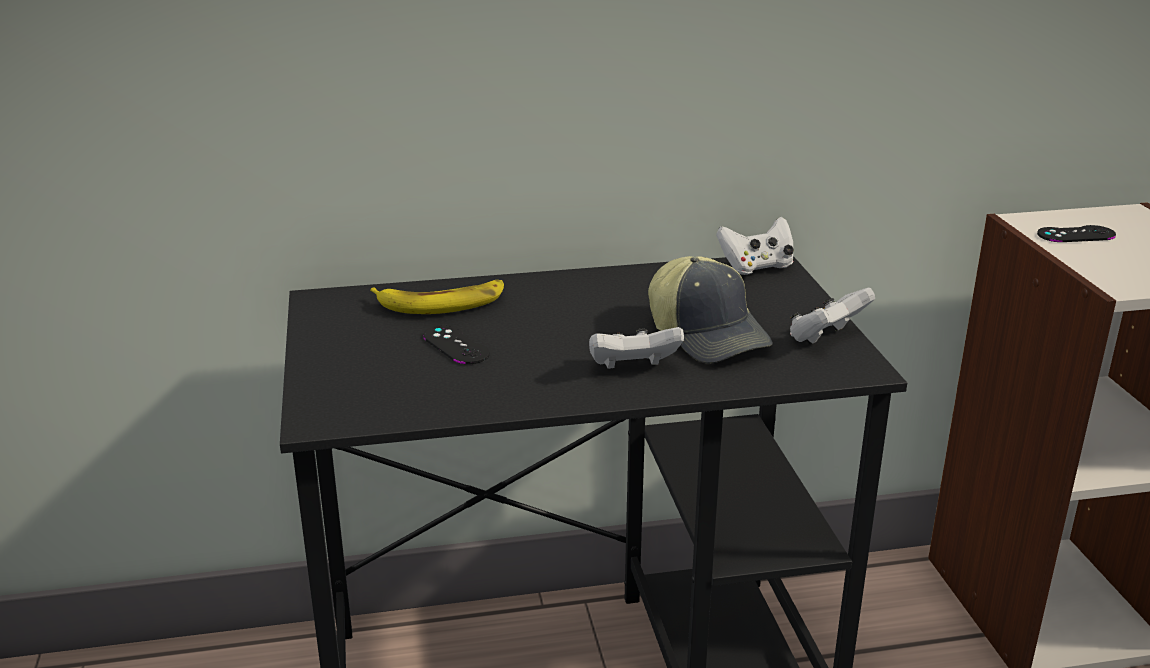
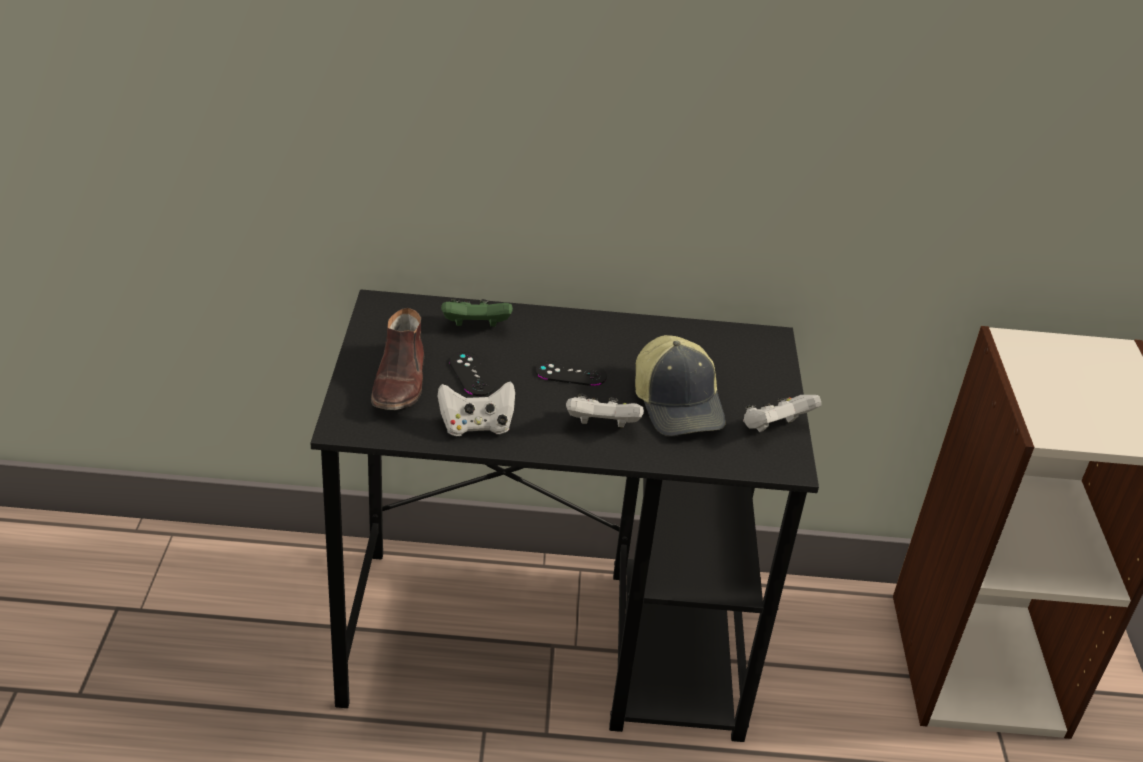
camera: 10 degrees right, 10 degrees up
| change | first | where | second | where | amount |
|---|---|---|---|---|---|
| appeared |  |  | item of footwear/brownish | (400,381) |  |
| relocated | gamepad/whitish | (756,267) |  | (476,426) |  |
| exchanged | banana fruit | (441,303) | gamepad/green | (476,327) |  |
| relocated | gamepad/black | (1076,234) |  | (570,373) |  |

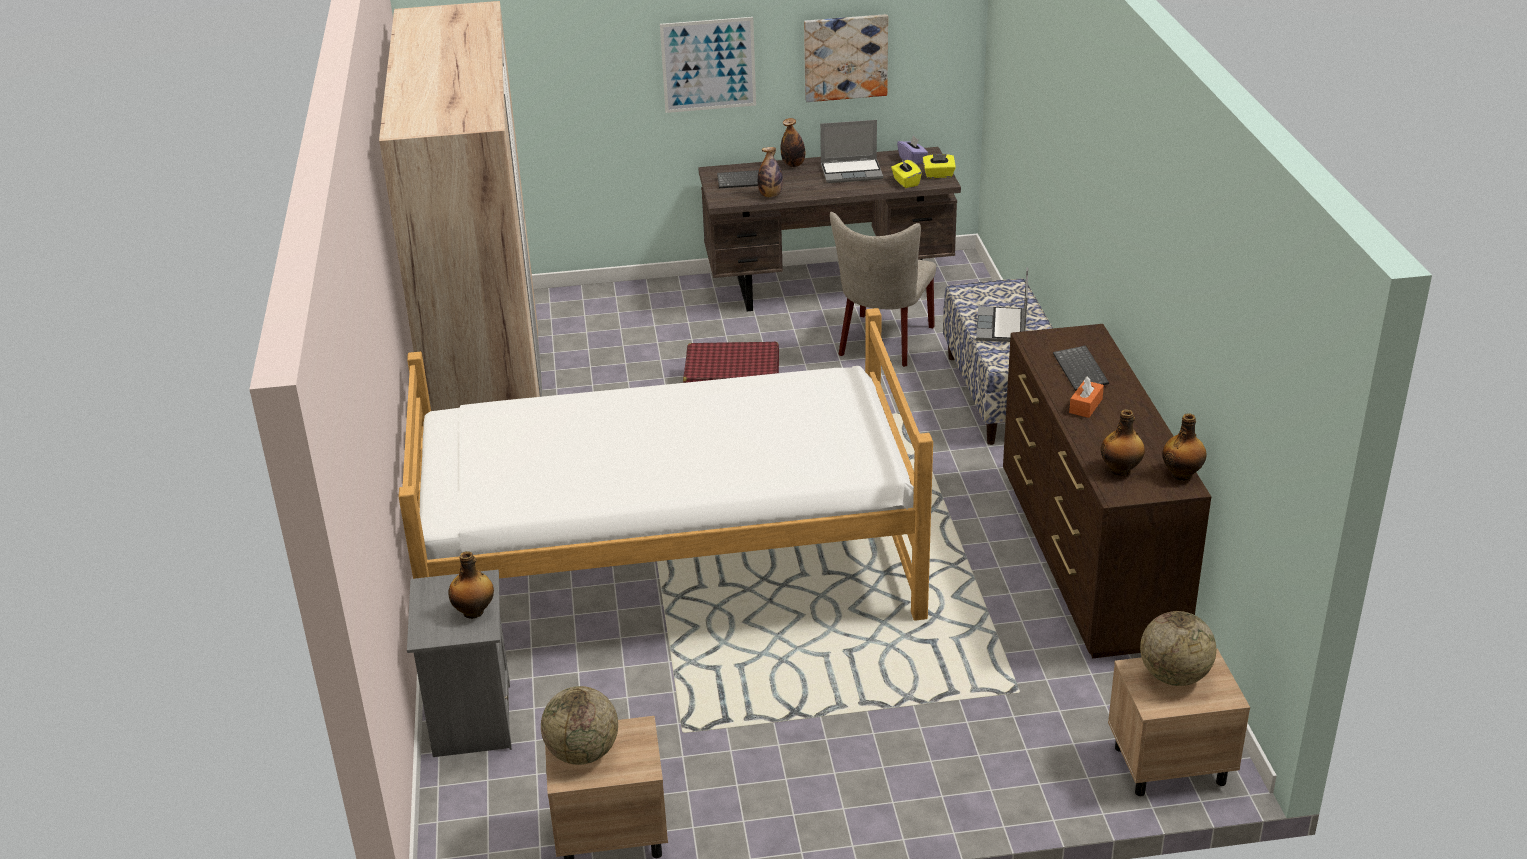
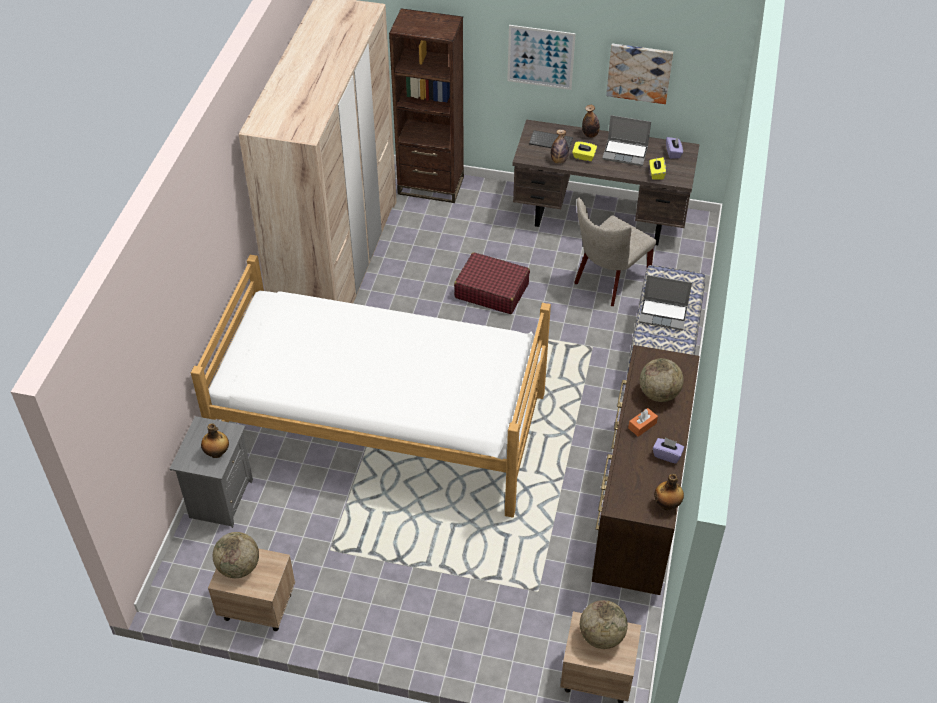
camera: 20 degrees right, 15 degrees up
| change | first | where | second | where | amount |
|---|---|---|---|---|---|
| appeared |  |  | shelving unit/brownish | (430,186) |  |
| relocated | tissue box/yellow | (938,175) |  | (583,157) |  |
| spun | laptop | (1002,327) |  | (663,314) | 105 degrees counterclockwise |
| exchanged | keyboard | (1082,370) | desk globe | (659,394) |  |
| appeared |  |  | tissue box/purple-coloured | (667,455) |  |
| missing | drink bottle | (1121,470) |  |  |  |

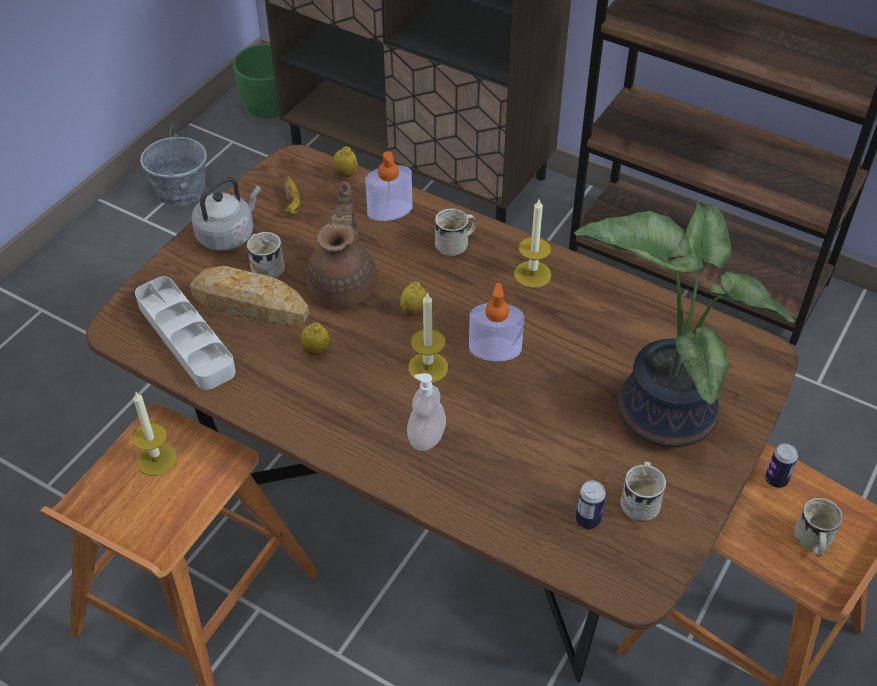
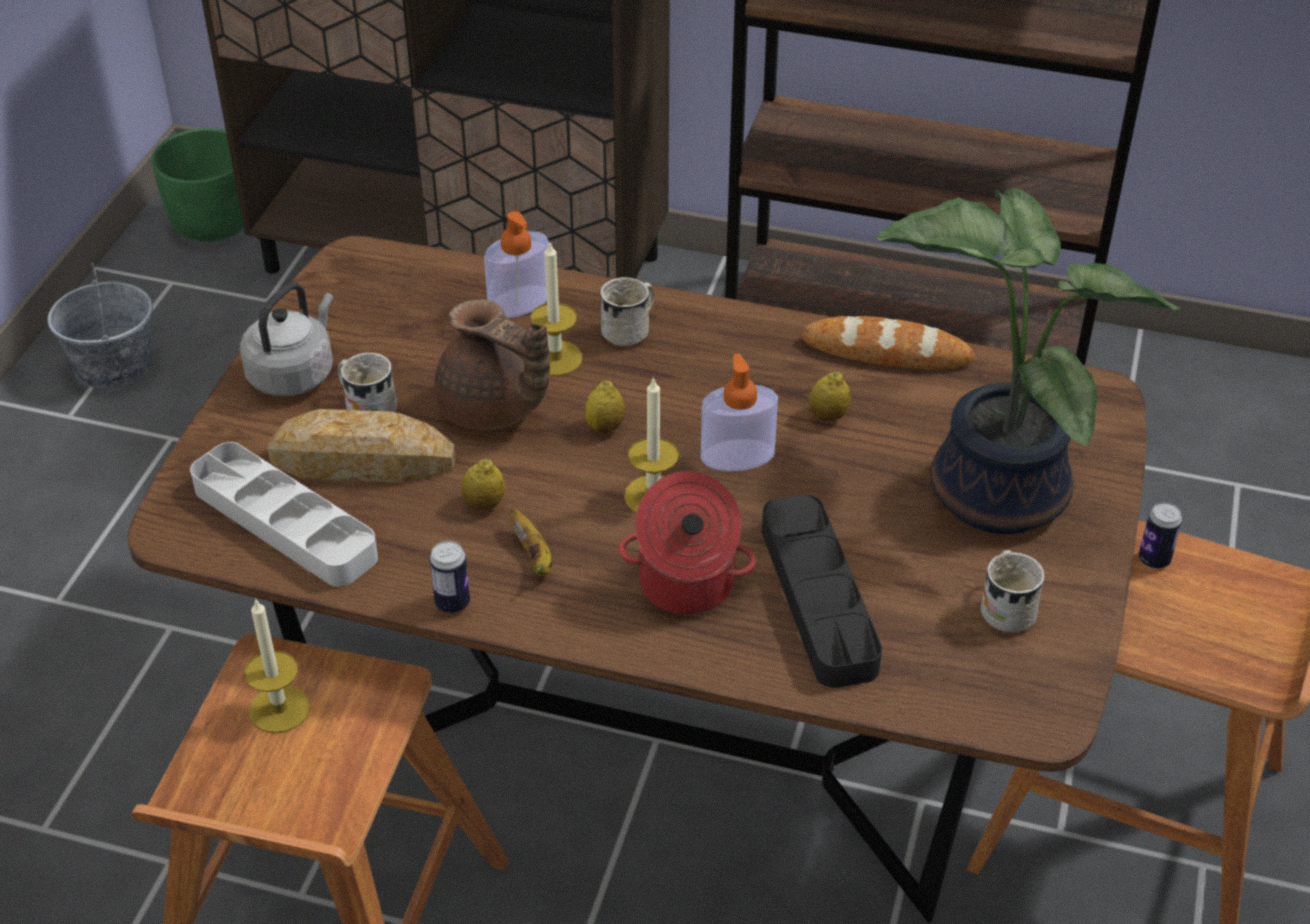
camera: 15 degrees left, 5 degrees down
| change | first | where | second | where | amount |
|---|---|---|---|---|---|
| relocated | metal can | (587,520) |  | (452,603) |  |
| spun | tea pot/brownish | (344,285) |  | (492,410) | 135 degrees clockwise |
| relocated | banana fruit | (292,204) |  | (534,557) |  |
| relocated | candle | (532,274) |  | (555,358) |  |
| exchanged | soap bottle | (426,437) | saucepot | (686,586) |  |
| appeared |  |  | tray/black | (818,597) |  |
| appeared |  |  | baked bread | (886,351) |  |
| relocated | citrus fruit | (345,174) |  | (828,416) |  |
| missing | tea mug/whitish | (812,542) |  |  |  |

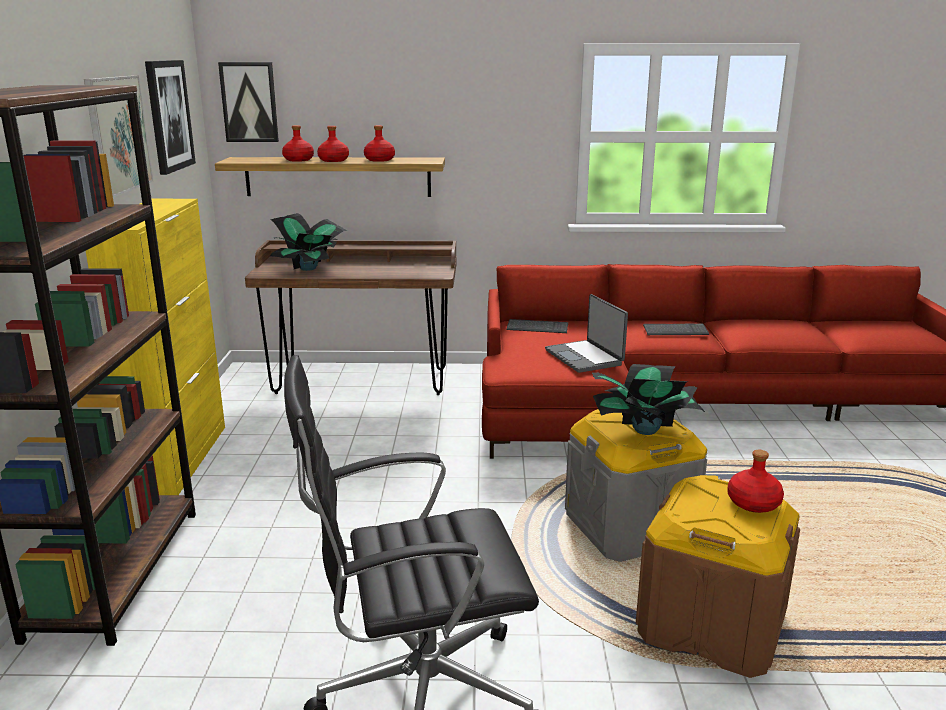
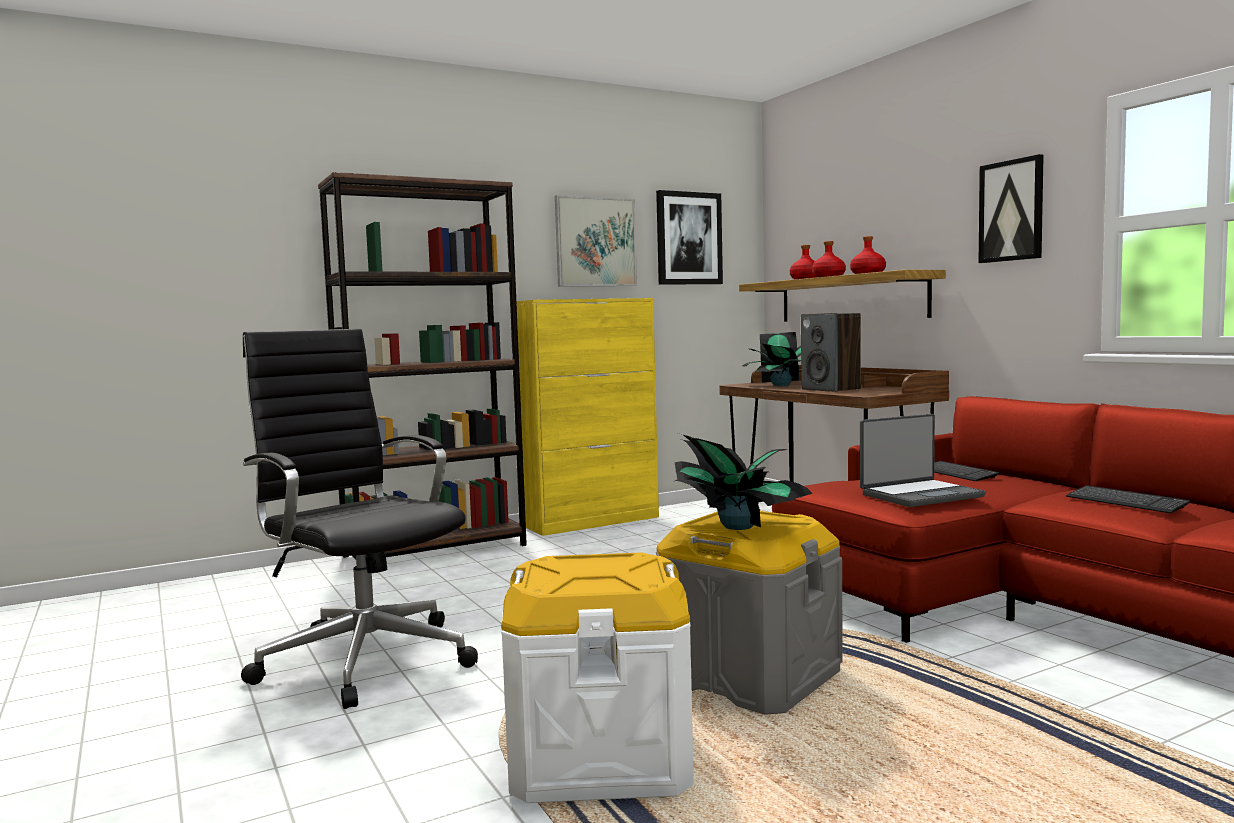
camera: 60 degrees right, 15 degrees down
| change | first | where | second | where | amount |
|---|---|---|---|---|---|
| colour | storage container/brownish | (711,624) | storage container/whitish | (600,756) |  |
| appeared |  |  | audio speaker | (831,389) |  |
| spun | laptop | (585,357) |  | (920,495) | 150 degrees counterclockwise |
| relocated | wall picture | (249,102) |  | (1011,211) |  |
| missing | drink bottle/reddish | (753,503) |  |  |  |

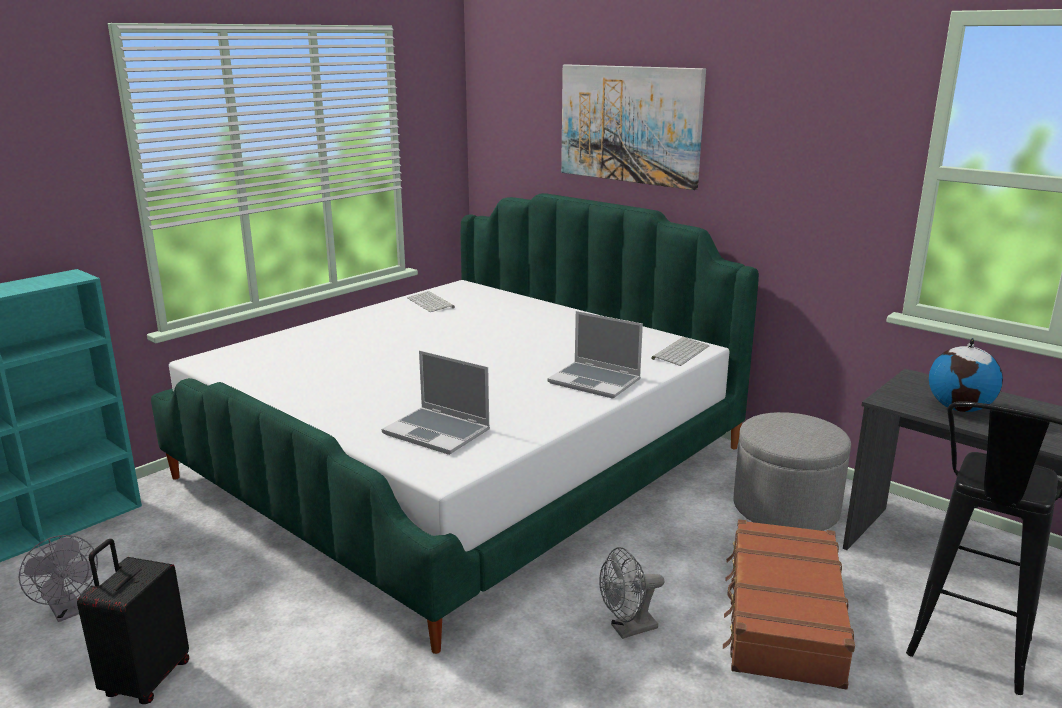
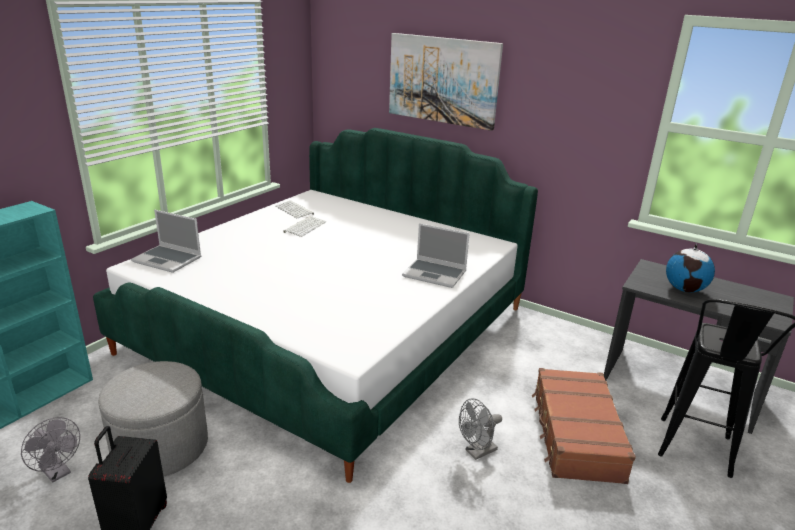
camera: 10 degrees left, 5 degrees up
| change | first | where | second | where | amount |
|---|---|---|---|---|---|
| relocated | pouffe/grey | (785,508) |  | (161,447) |  |
| relocated | laptop | (438,432) |  | (168,260) |  |
| relocated | keyboard | (680,352) |  | (305,226) |  |

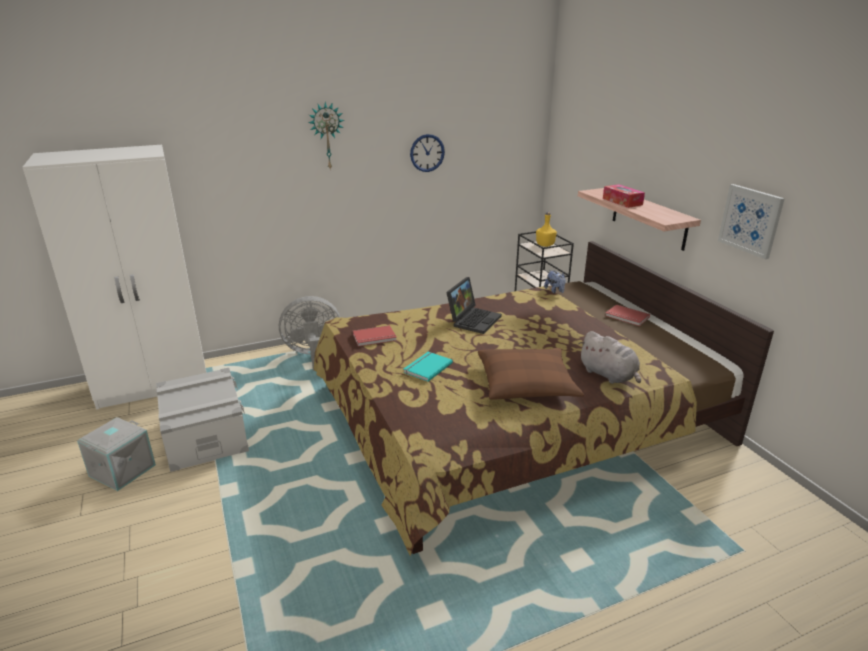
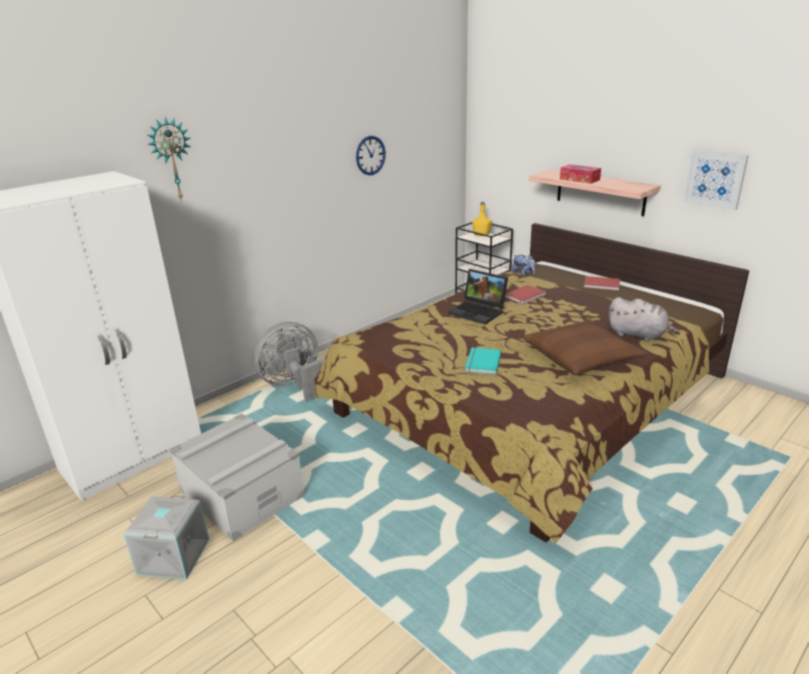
camera: 20 degrees left, 0 degrees up
| change | first | where | second | where | amount |
|---|---|---|---|---|---|
| relocated | hanging clock | (327,136) |  | (171,159) |  |
| spun | laptop | (473,319) |  | (479,311) | 120 degrees clockwise |
| relocated | book/reddish | (375,338) |  | (526,296) |  |

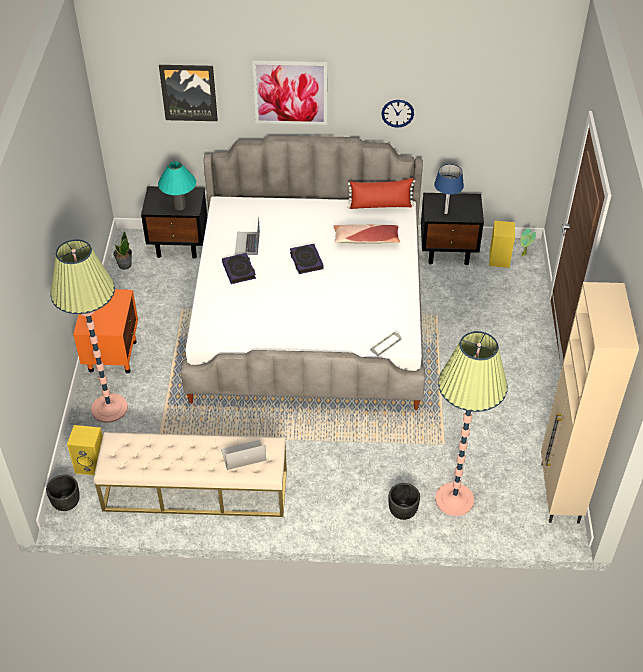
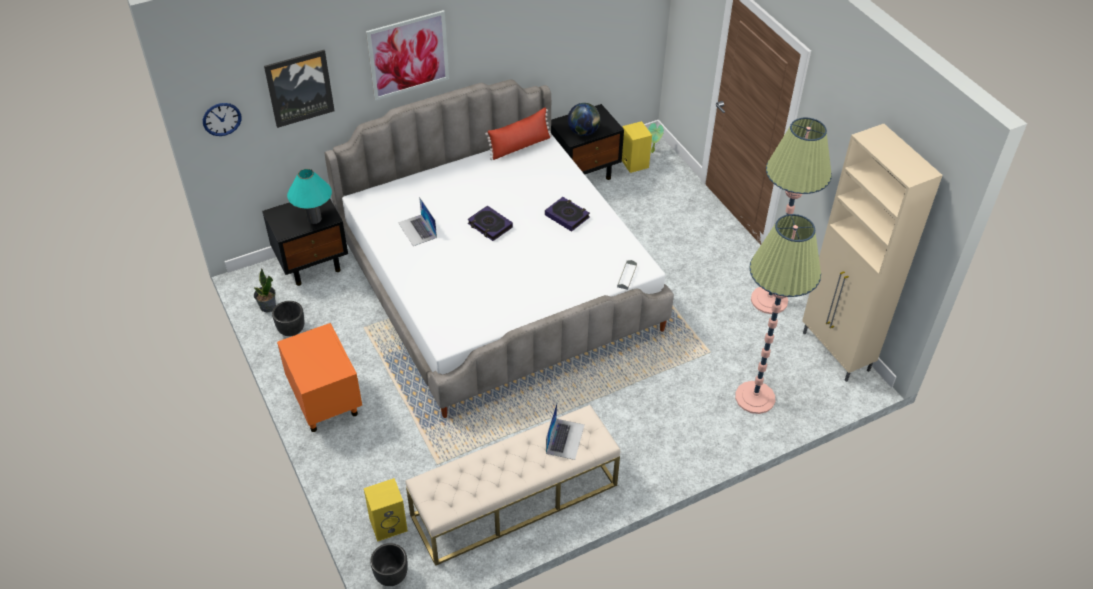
camera: 30 degrees left, 0 degrees up
| change | first | where | second | where | amount |
|---|---|---|---|---|---|
| relocated | hanging clock | (397,113) |  | (222,119) |  |
| relocated | flower pot/black | (402,512) |  | (291,330) |  |
| relocated | book | (239,270) |  | (567,216) |  |
| spun | laptop | (243,455) |  | (565,438) | 150 degrees clockwise |
| exchanged | tabletop lamp/blue | (446,212) | desk globe | (583,132) |  |
| relocated | floor lamp | (109,408) |  | (769,300) |  |
| missing | pillow | (366,239) |  |  |  |

